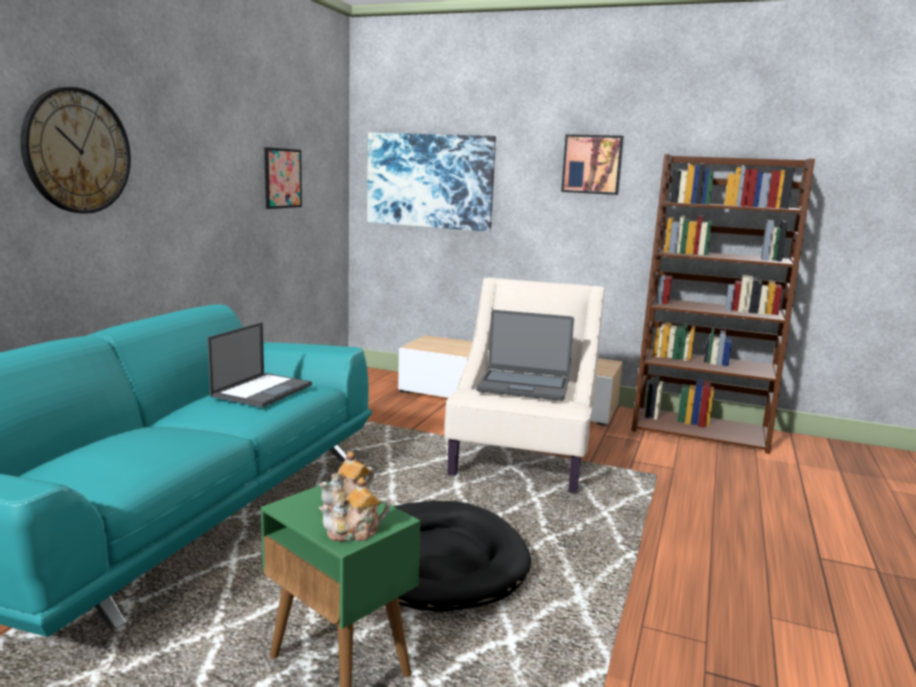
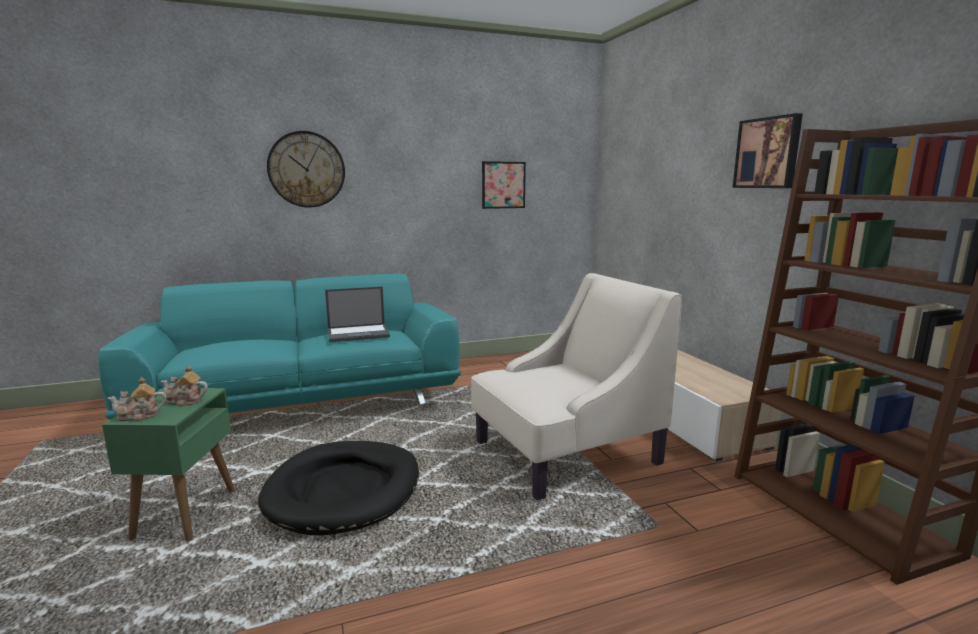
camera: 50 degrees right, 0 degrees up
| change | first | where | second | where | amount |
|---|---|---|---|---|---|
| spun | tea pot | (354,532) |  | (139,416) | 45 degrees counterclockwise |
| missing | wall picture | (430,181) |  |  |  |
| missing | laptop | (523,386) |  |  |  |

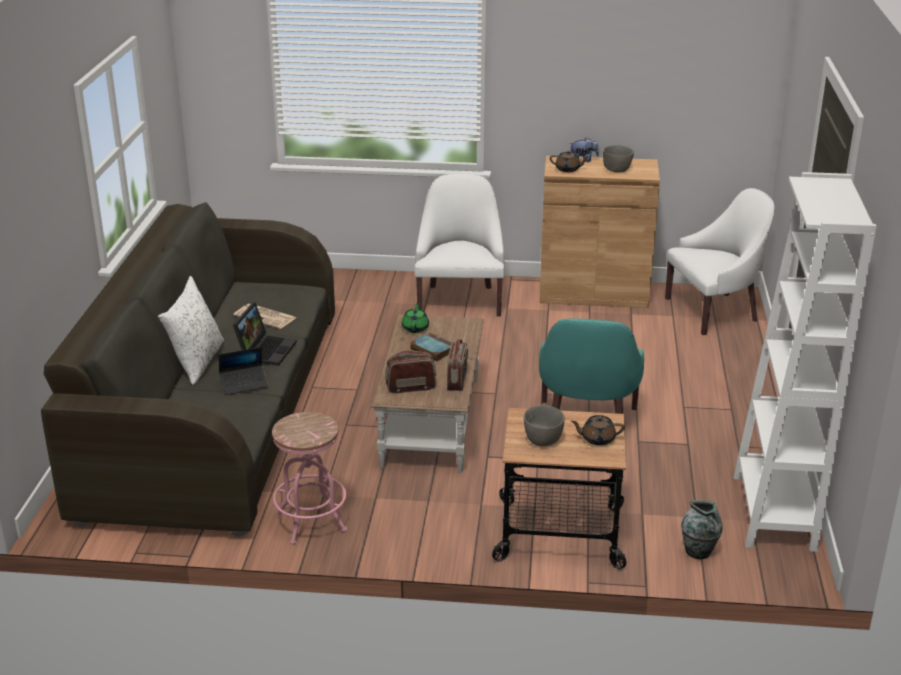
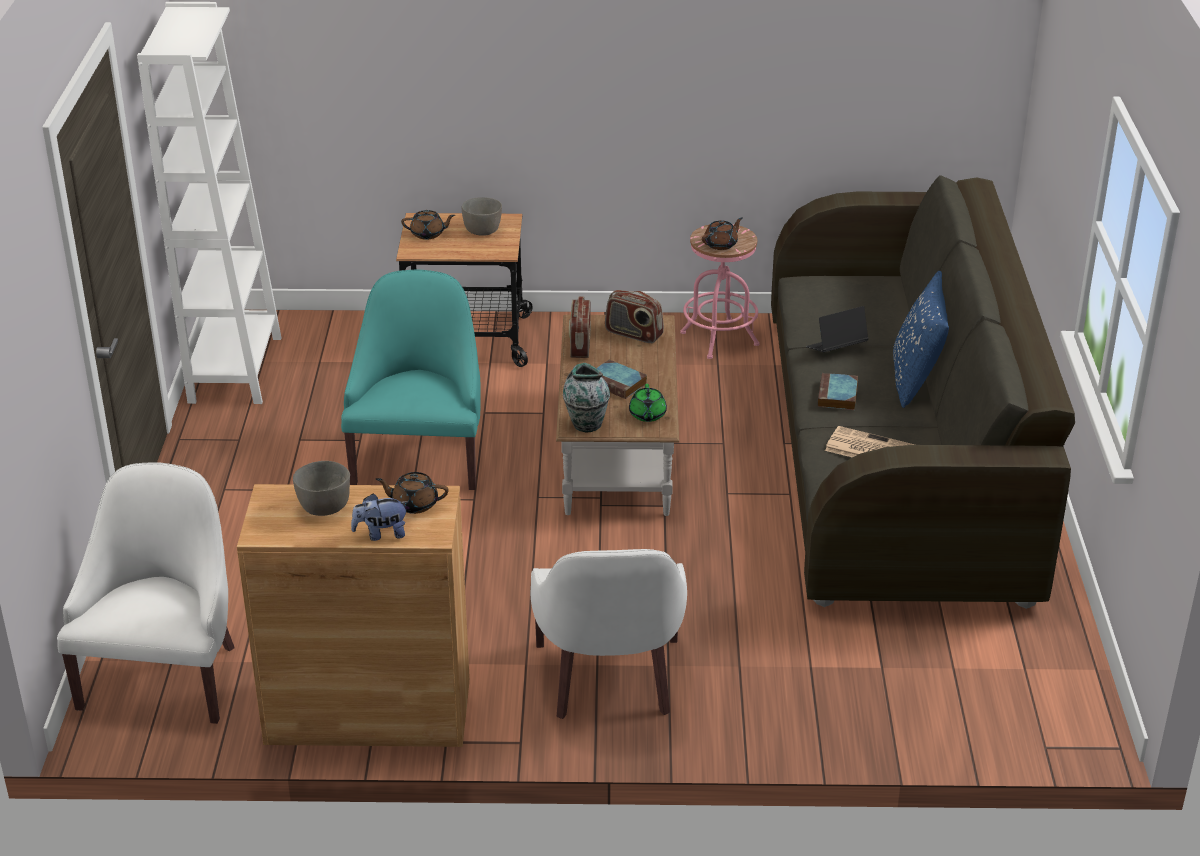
camera: 175 degrees right, 5 degrees up
| change | first | where | second | where | amount |
|---|---|---|---|---|---|
| spun | lounge chair/whitish | (714,311) |  | (166,676) | 120 degrees clockwise |
| relocated | decorative vase | (699,552) |  | (586,424) |  |
| spun | radio set | (410,387) |  | (633,334) | 45 degrees clockwise |
| appeared |  |  | tea pot/brownish | (721,244) |  |
| exchanged | laptop | (265,350) | book | (838,396) |  |
| colour | pillow/whitish | (196,362) | pillow/blue | (916,379) |  |

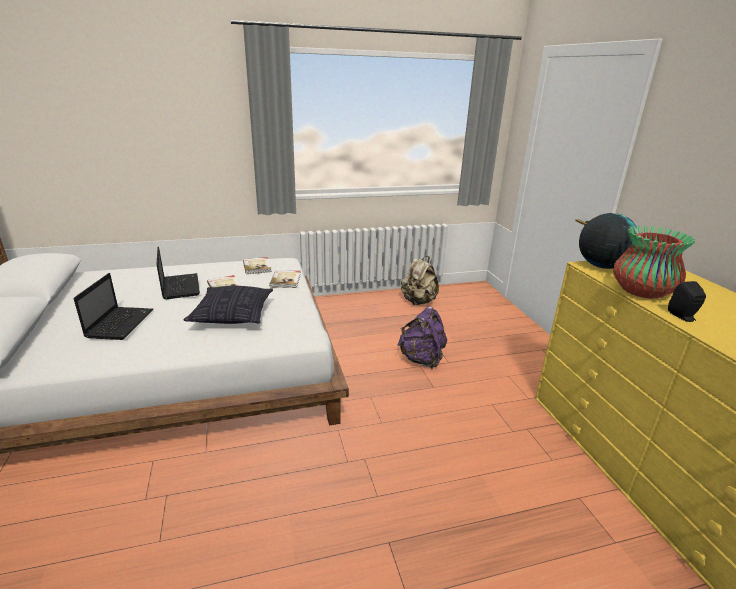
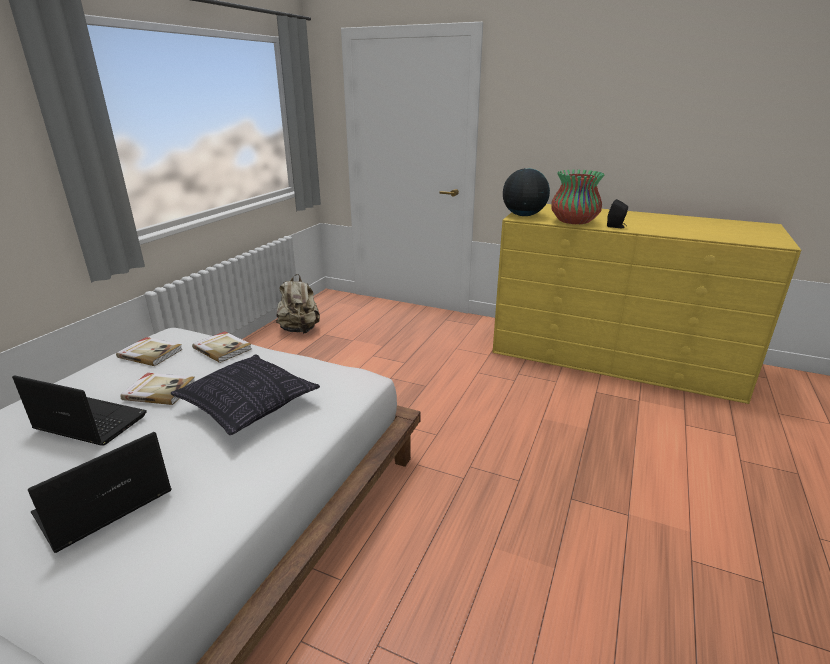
camera: 50 degrees left, 0 degrees up
| change | first | where | second | where | amount |
|---|---|---|---|---|---|
| spun | laptop | (120,323) |  | (102,506) | 90 degrees counterclockwise |
| missing | rucksack/purple-coloured | (421,359) |  |  |  |

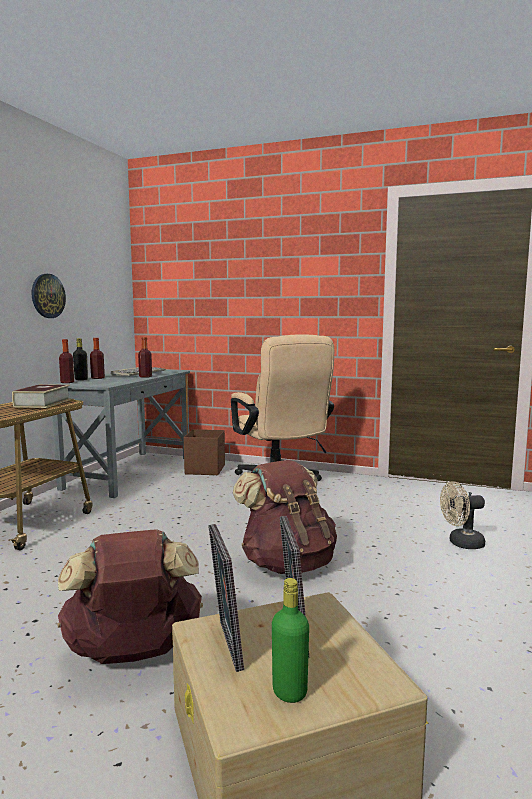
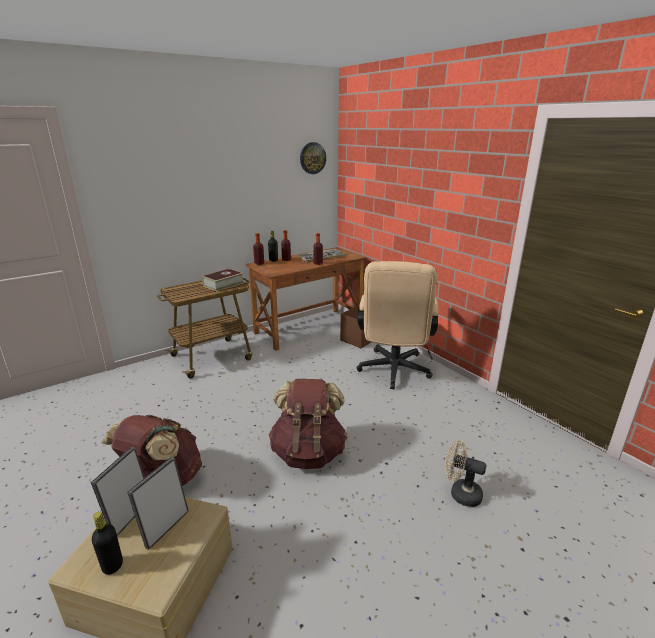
camera: 35 degrees right, 15 degrees up
| change | first | where | second | where | amount |
|---|---|---|---|---|---|
| colour | drink bottle/green | (289,692) | drink bottle/black | (112,565) |  |
| colour | desk unit/grey | (129,472) | desk unit/brownish | (308,328) |  |
| relocated | hanging clock | (47,296) |  | (312,158) |  |

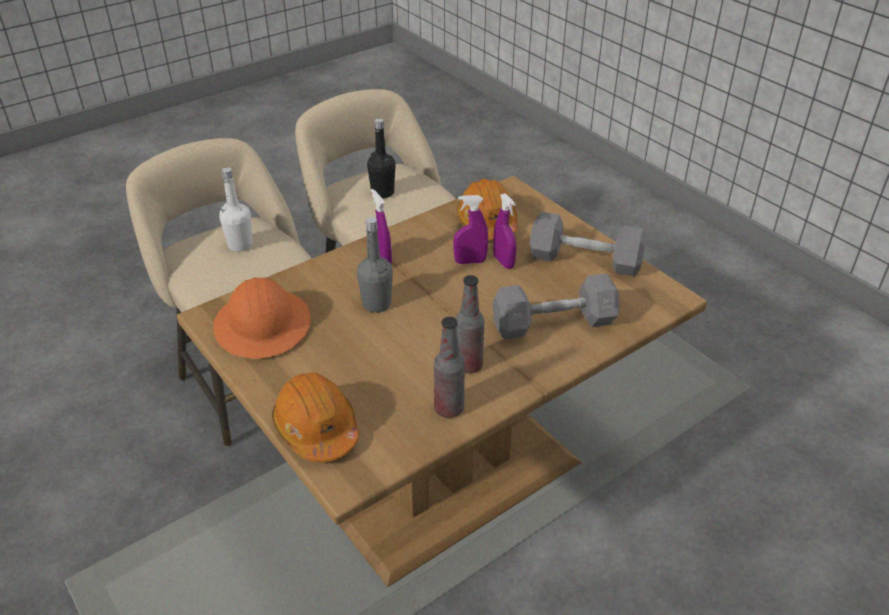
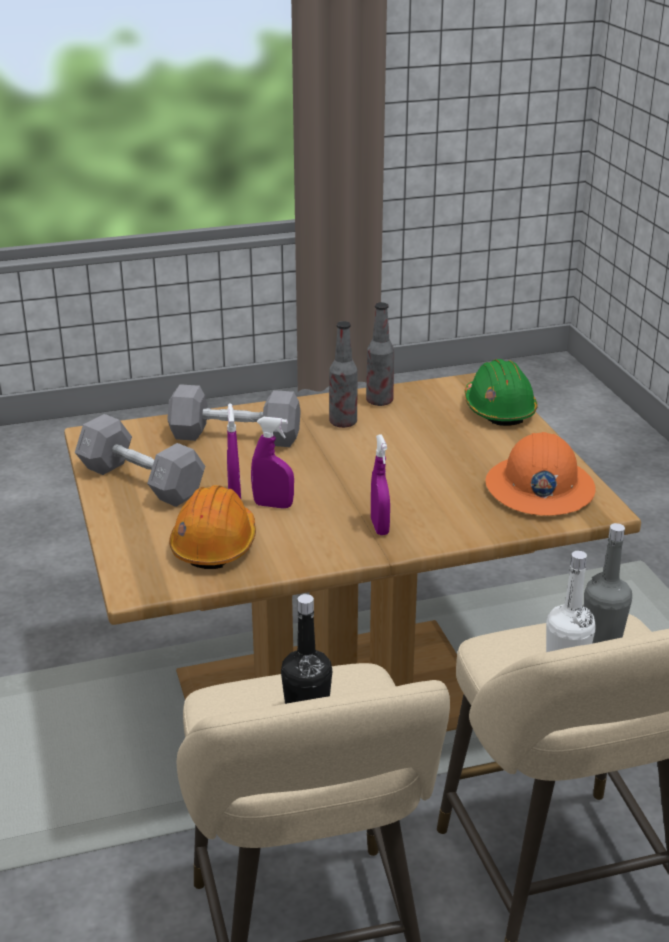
camera: 160 degrees left, 10 degrees down
| change | first | where | second | where | amount |
|---|---|---|---|---|---|
| colour | hard hat/orange | (316,428) | hard hat/green | (498,409) |  |
| relocated | drink bottle/grey | (376,304) |  | (602,639) |  |

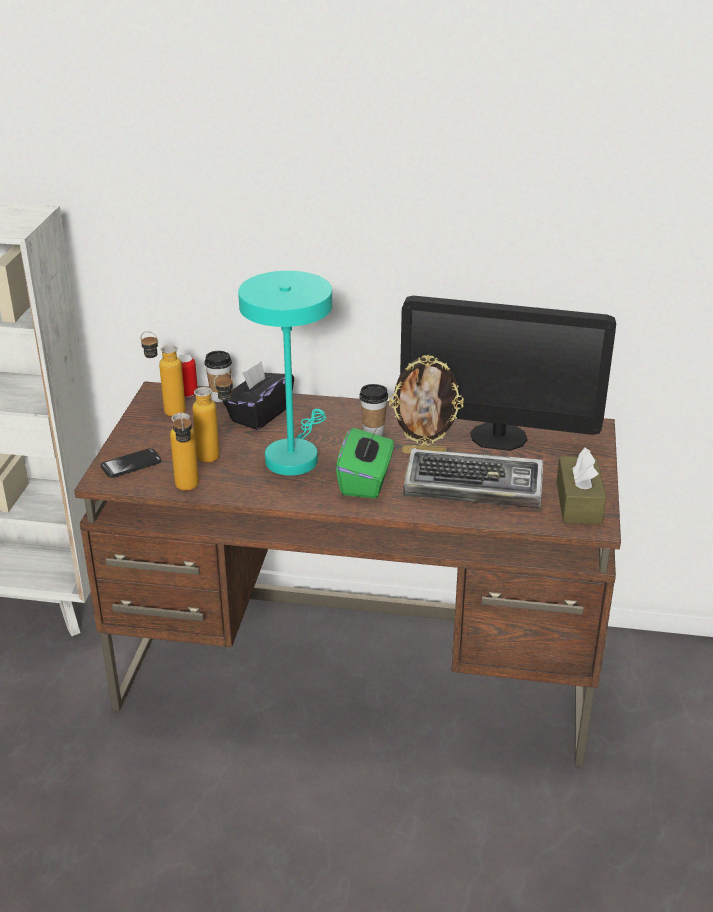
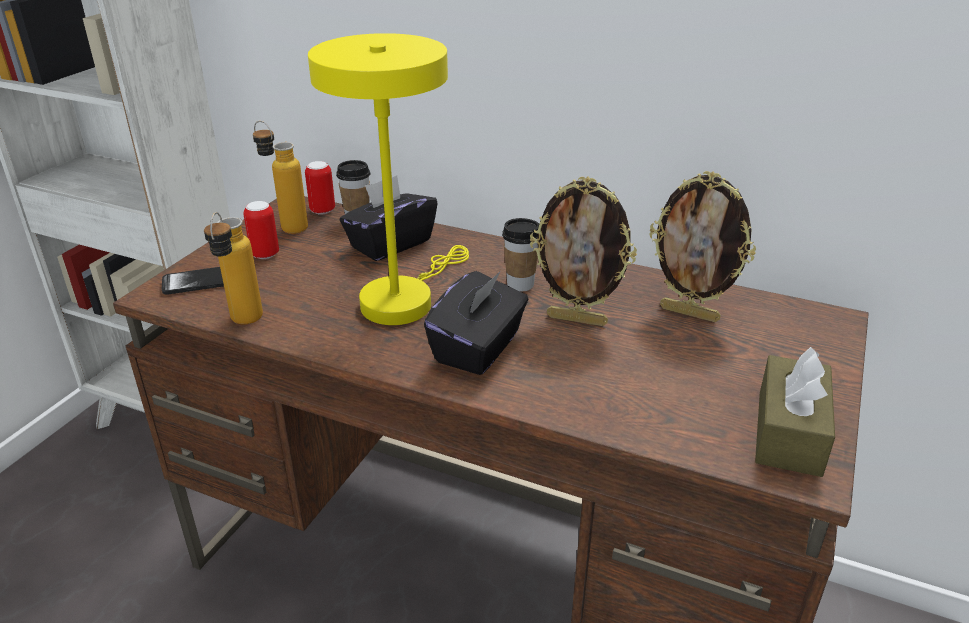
camera: 15 degrees right, 0 degrees up
| change | first | where | second | where | amount |
|---|---|---|---|---|---|
| appeared |  |  | metal can | (265,254) |  |
| colour | tabletop lamp/turquoise | (294,455) | tabletop lamp/yellow | (403,299) |  |
| colour | tissue box/green | (365,481) | tissue box/black | (479,348) |  |
| exchanged | computer screen | (498,437) | standing frame | (690,313) |  |
| missing | drink bottle | (217,455) |  |  |  |
| missing | keyboard | (475,486) |  |  |  |

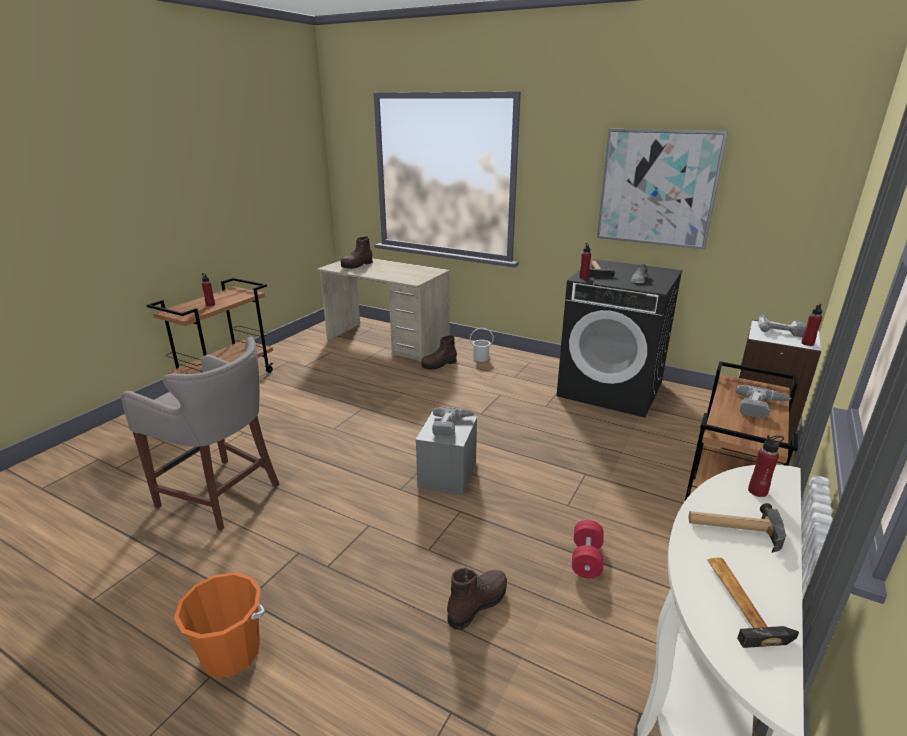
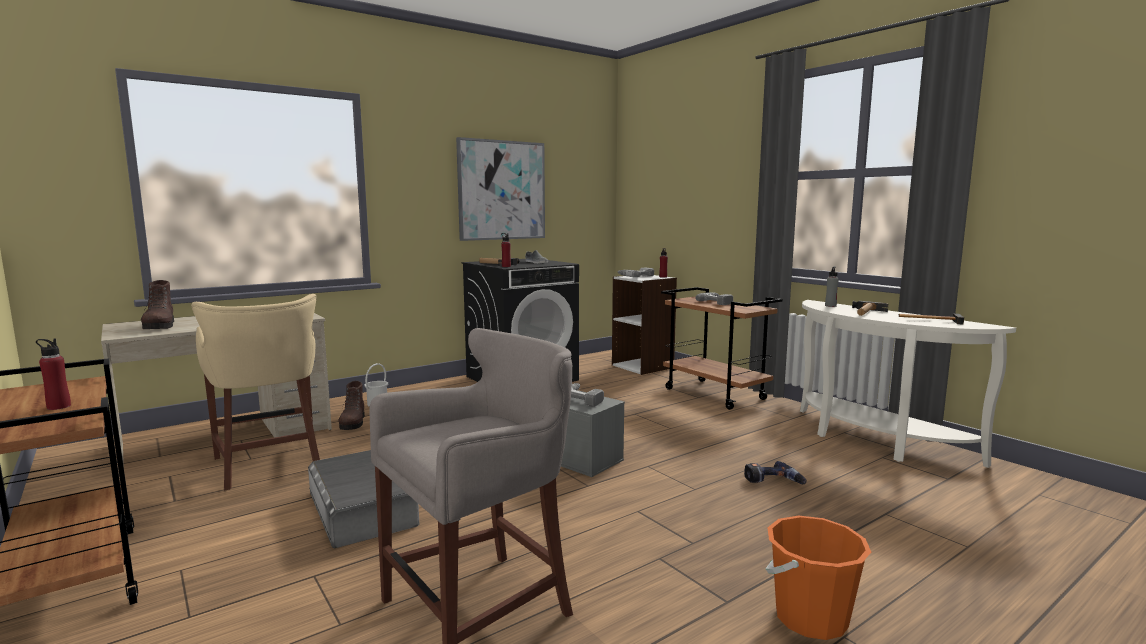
camera: 65 degrees left, 15 degrees down
| change | first | where | second | where | amount |
|---|---|---|---|---|---|
| appeared |  |  | stool/beige | (270,465) |  |
| appeared |  |  | storage container/grey | (361,508) |  |
| exchanged | tall boot/brownish | (477,604) | drill | (773,482) |  |
| colour | drink bottle/reddish | (757,491) | drink bottle/grey | (830,306) |  |
| missing | free weight/reddish | (586,559) |  |  |  |

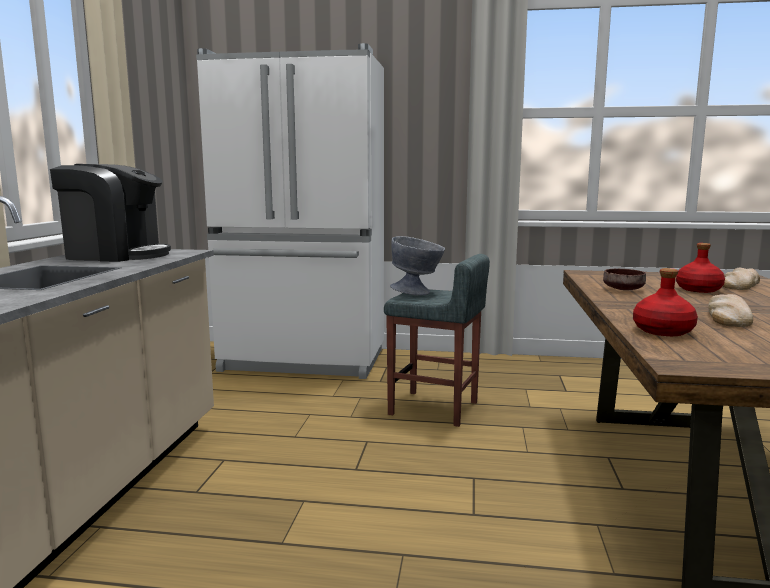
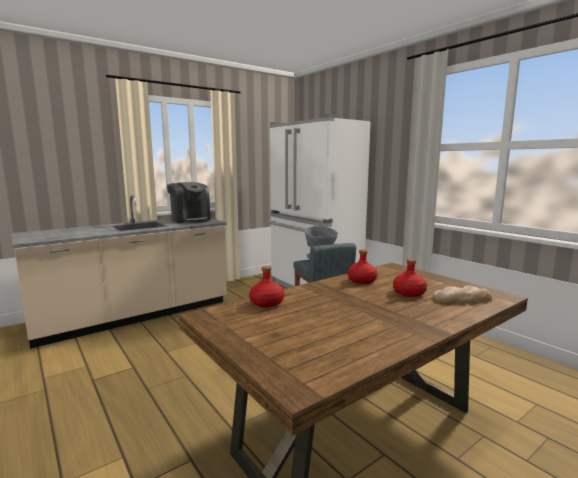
camera: 45 degrees right, 0 degrees up
| change | first | where | second | where | amount |
|---|---|---|---|---|---|
| exchanged | deep dish/brownish | (624,289) | drink bottle/reddish | (362,281) |  |
| missing | baked bread | (728,316) |  |  |  |

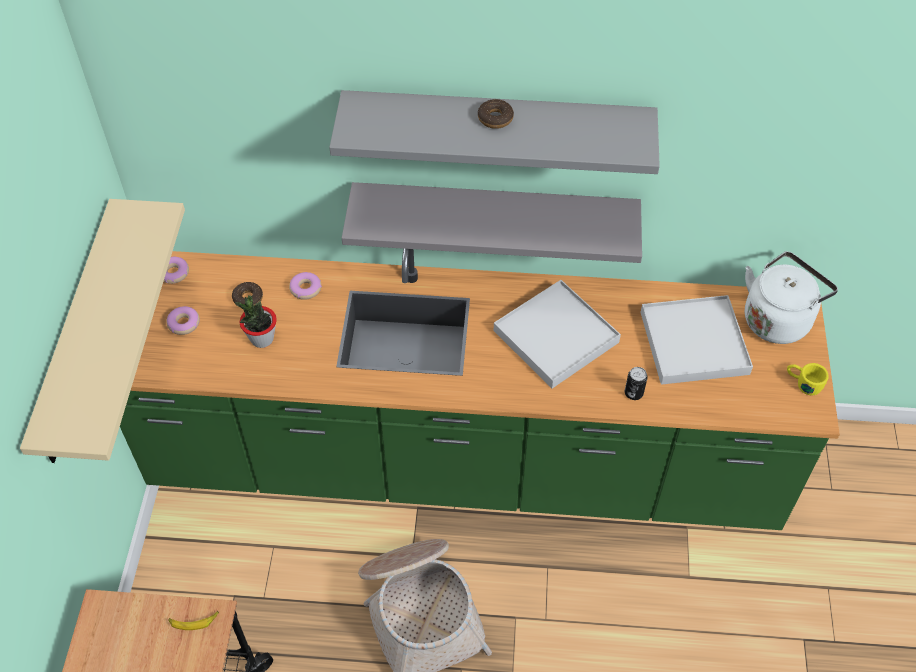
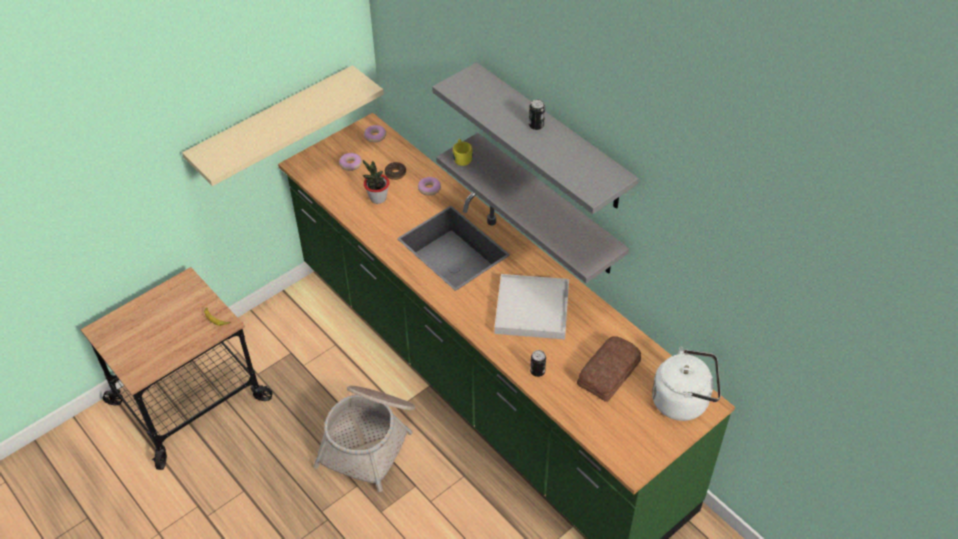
camera: 45 degrees right, 5 degrees down
| change | first | where | second | where | amount |
|---|---|---|---|---|---|
| relocated | tea mug/yellow | (802,383) |  | (461,157) |  |
| exchanged | doughnut | (495,118) | metal can | (536,125) |  |
| exchanged | tray/whitish | (694,342) | baked bread | (610,373) |  |

